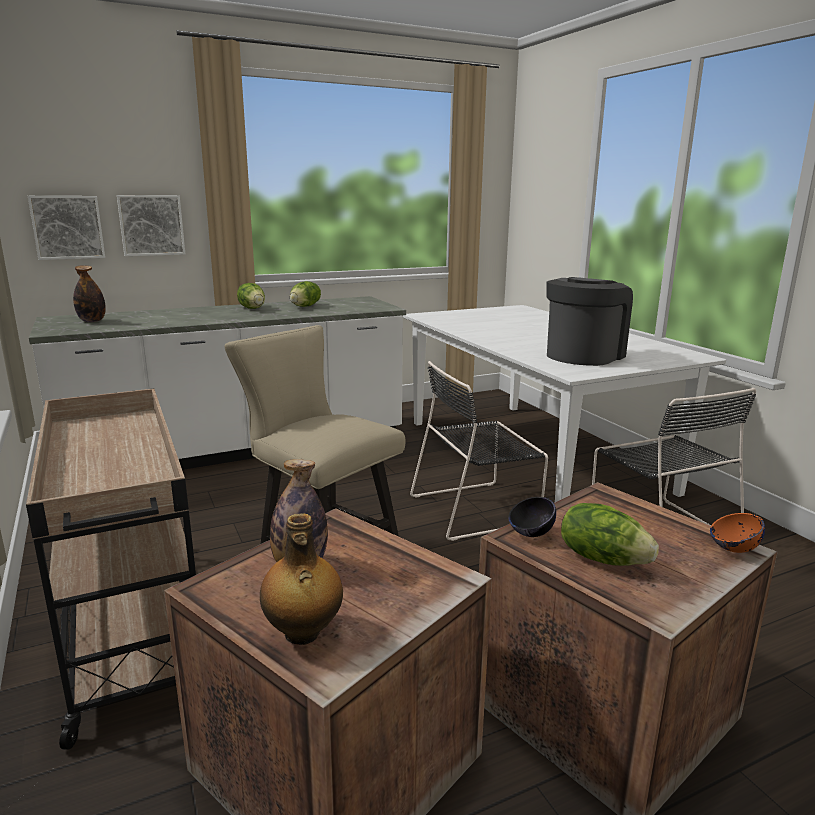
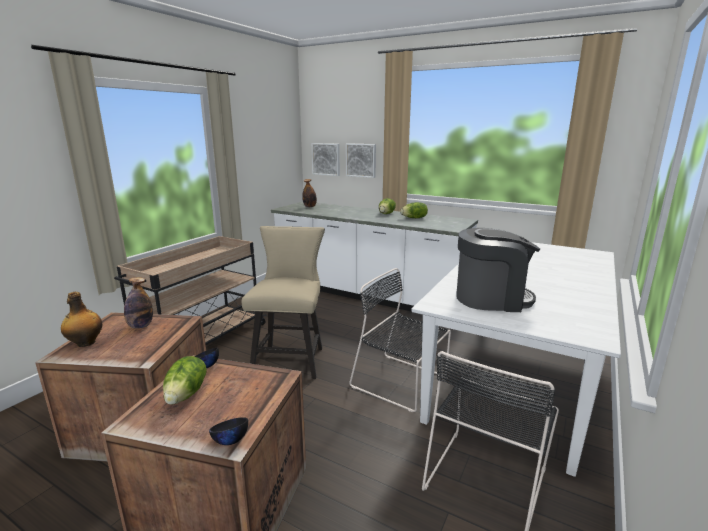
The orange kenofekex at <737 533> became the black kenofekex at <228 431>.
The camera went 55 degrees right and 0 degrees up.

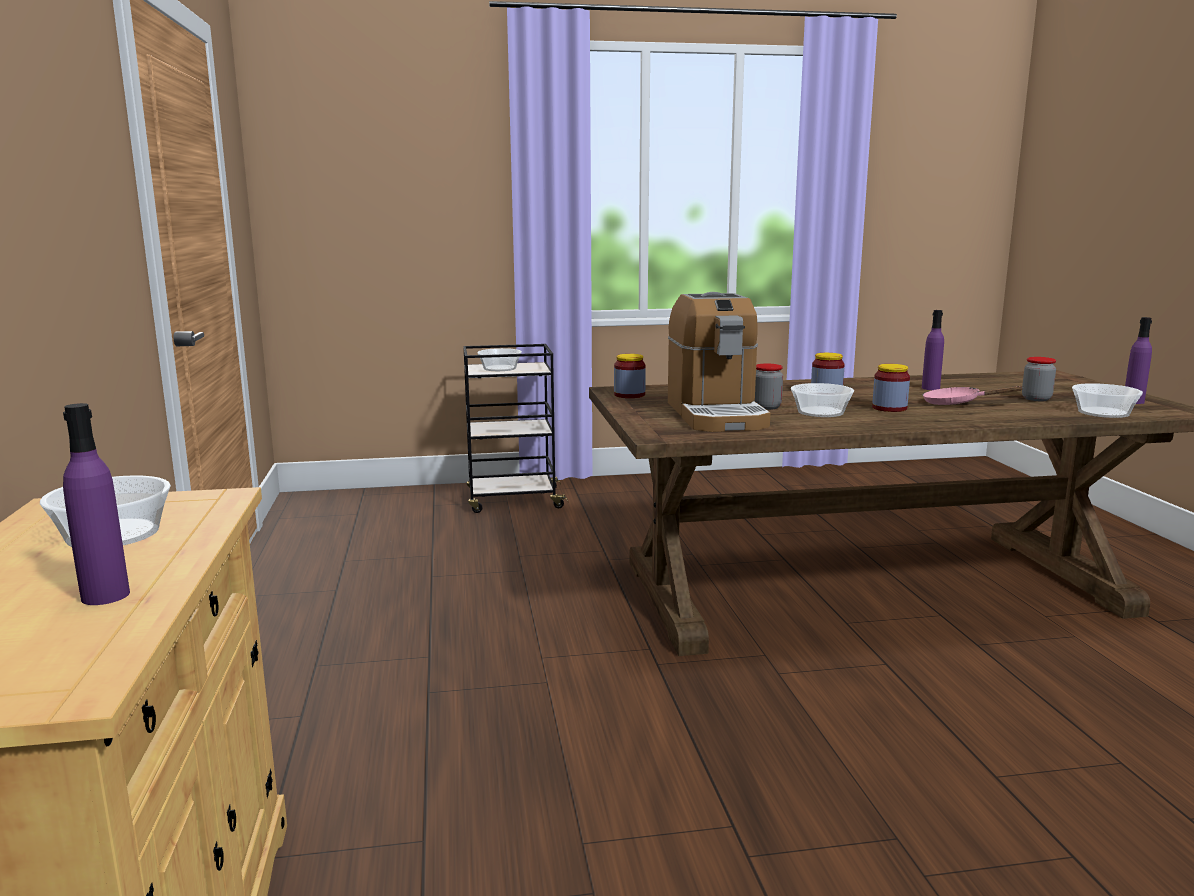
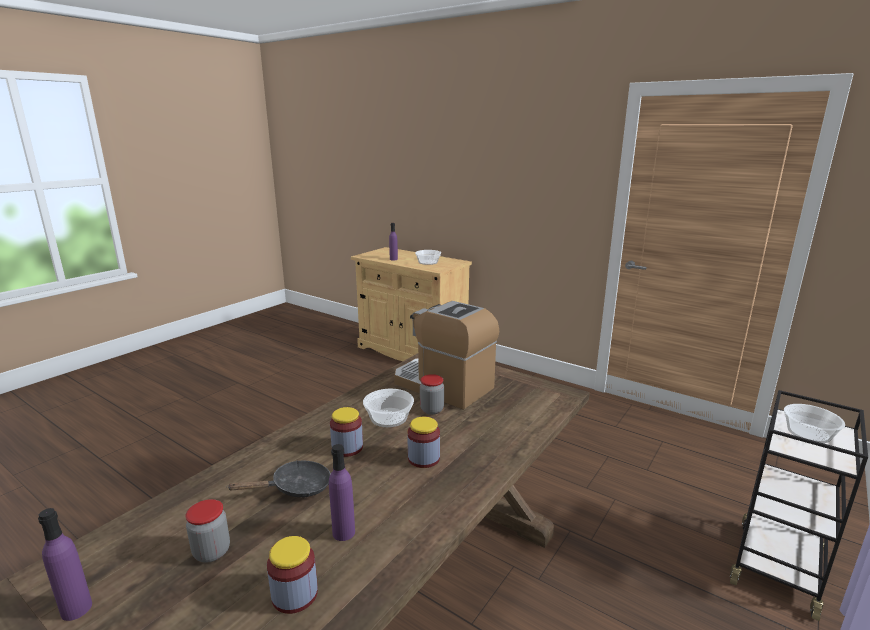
The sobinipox moved from <630 376> to <292 575>.
The kenofekex at <1107 400> disappeared.
The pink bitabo at <973 395> became the black bitabo at <279 478>.
The camera went 135 degrees right and 5 degrees up.

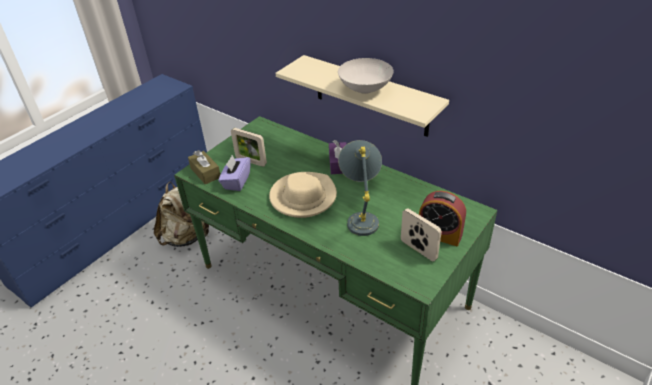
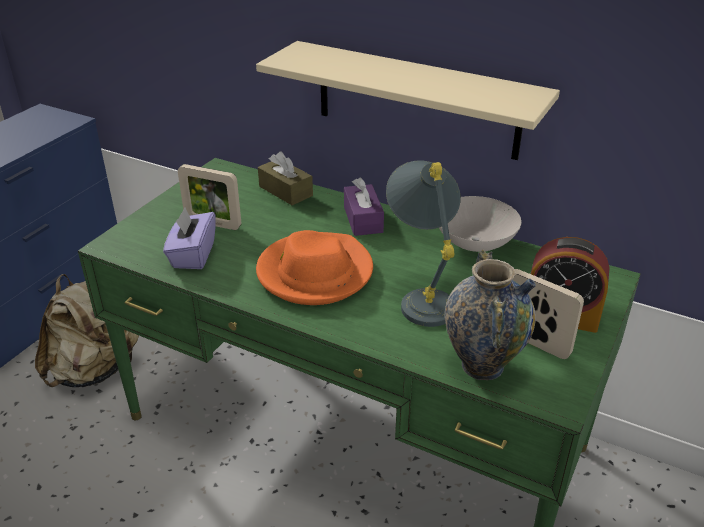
The white kenofekex moved from <366 76> to <480 224>.
The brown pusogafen moved from <204 167> to <285 178>.
The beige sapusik at <303 195> became the orange sapusik at <314 267>.
The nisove at <490 314> appeared.
The camera went 10 degrees left and 5 degrees down.

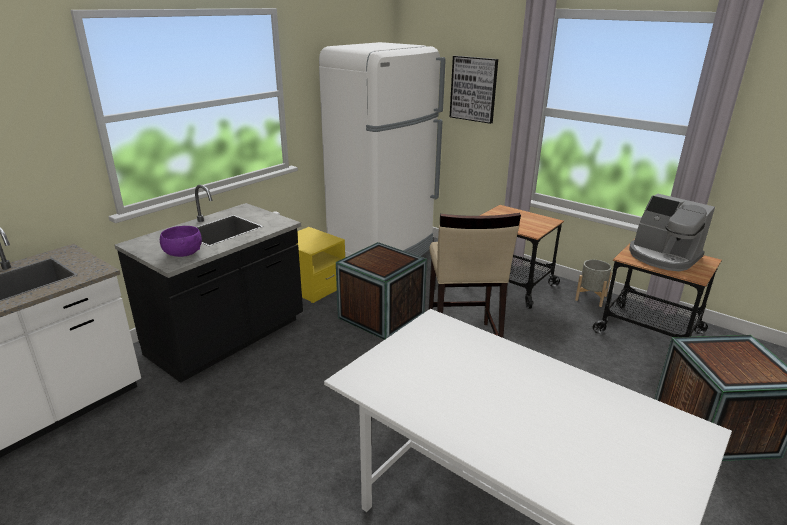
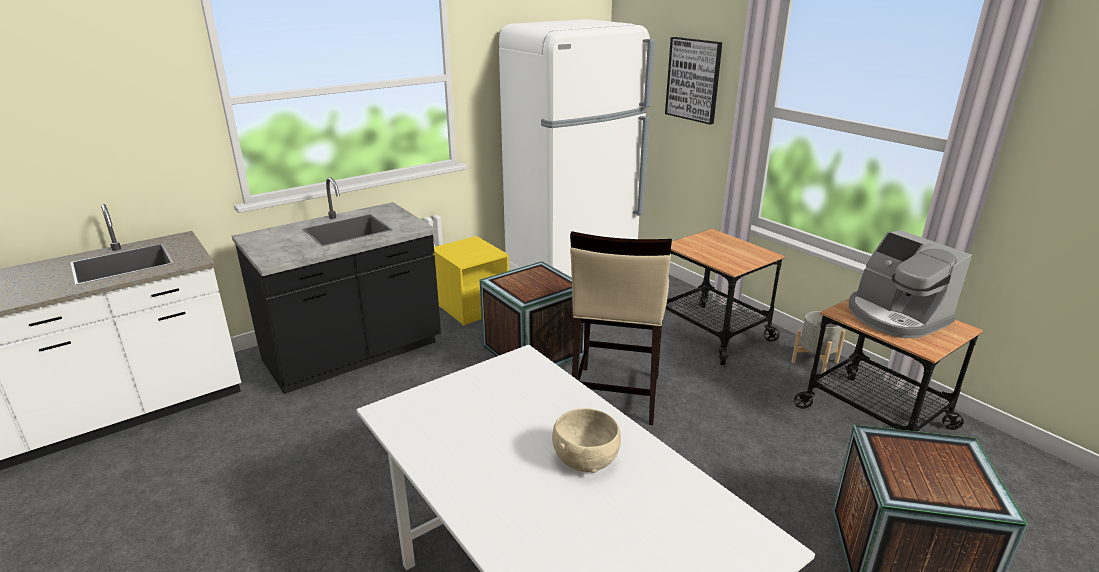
The purple kenofekex at <181 241> disappeared.
The beige kenofekex at <586 440> appeared.
The camera went 15 degrees right and 0 degrees up.

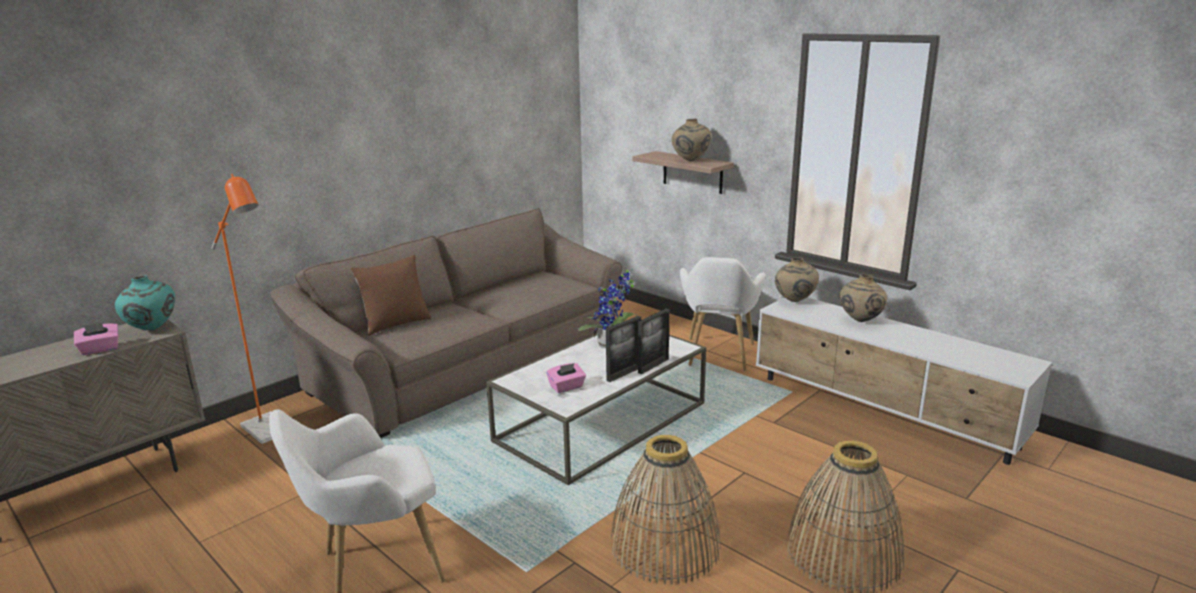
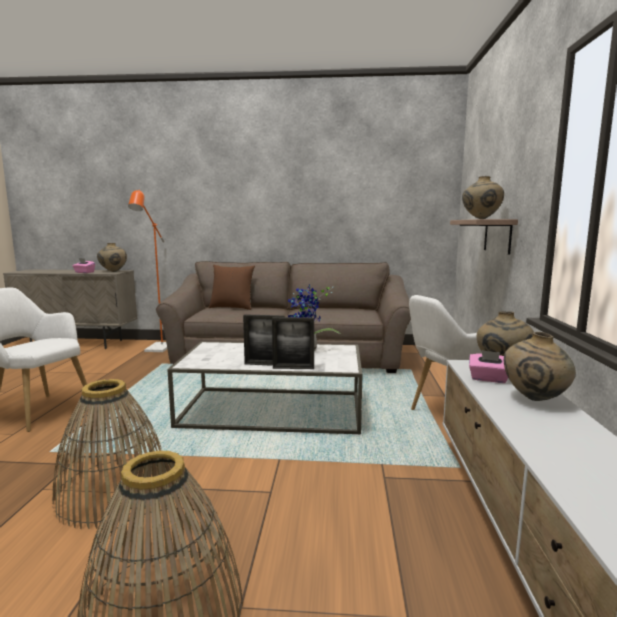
The turquoise nisove at <145 302> became the beige nisove at <112 257>.
The pink pusogafen moved from <566 378> to <488 366>.
The camera went 50 degrees right and 10 degrees down.

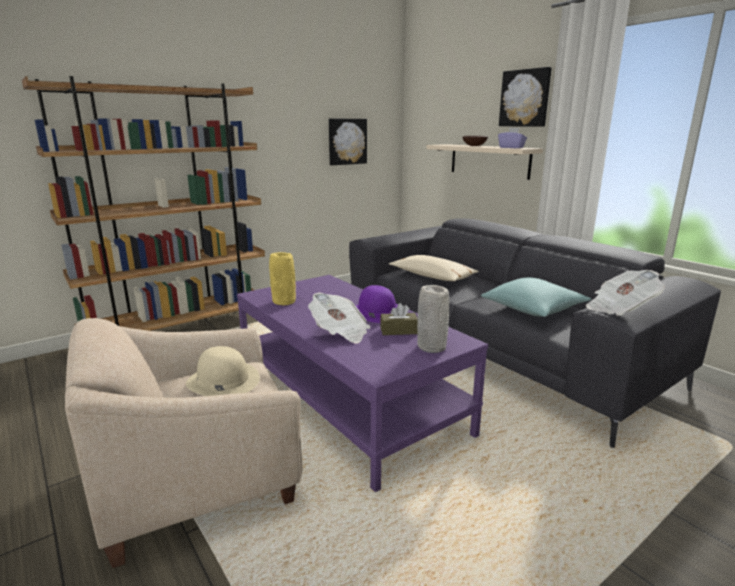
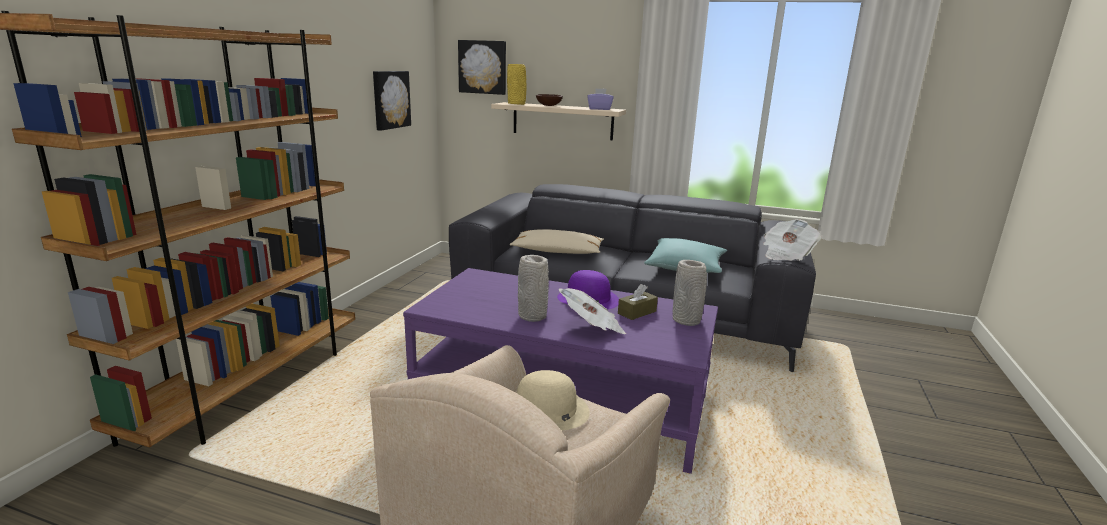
The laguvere moved from <525 97> to <482 67>.
The yellow nisove moved from <282 278> to <517 84>.
The grey nisove at <533 288> appeared.
The camera went 35 degrees left and 0 degrees up.

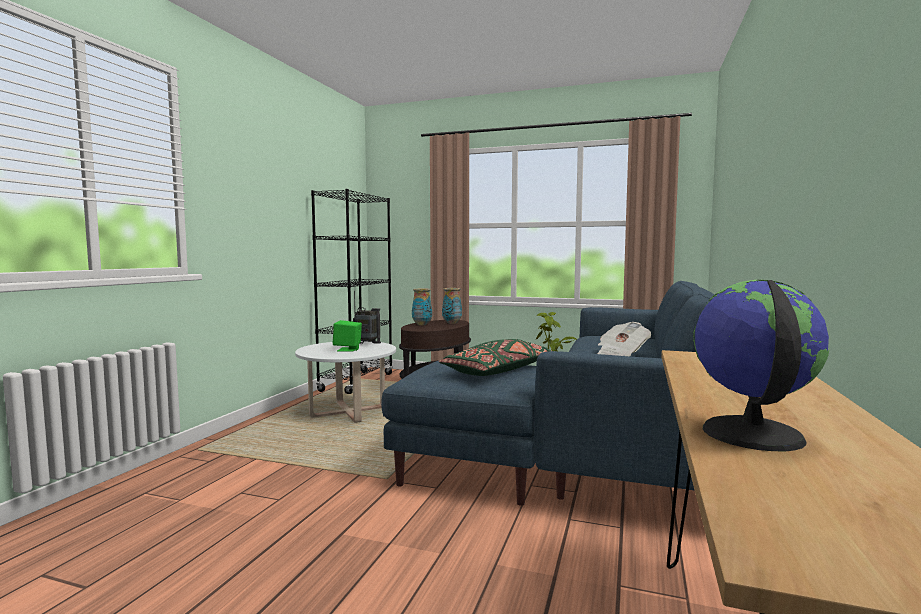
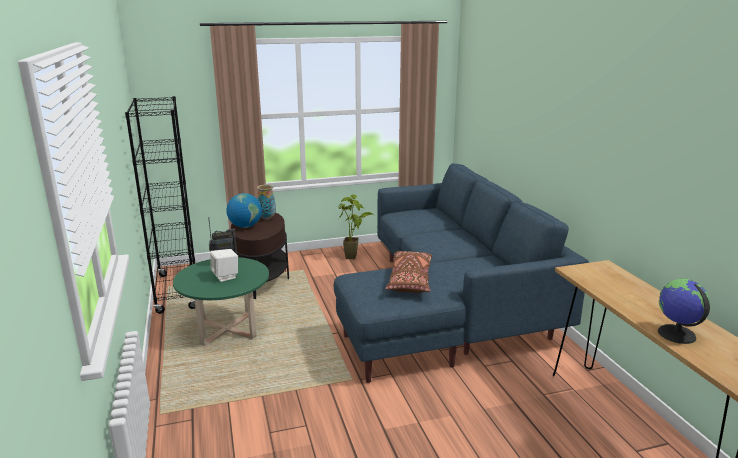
The nisove at <422 307> was replaced by the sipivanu at <244 210>.
The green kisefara at <347 336> became the white kisefara at <224 265>.
The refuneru at <624 339> disappeared.
The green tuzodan at <495 357> became the brown tuzodan at <408 272>.
The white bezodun at <345 382> became the green bezodun at <221 301>.
The camera went 35 degrees left and 15 degrees up.

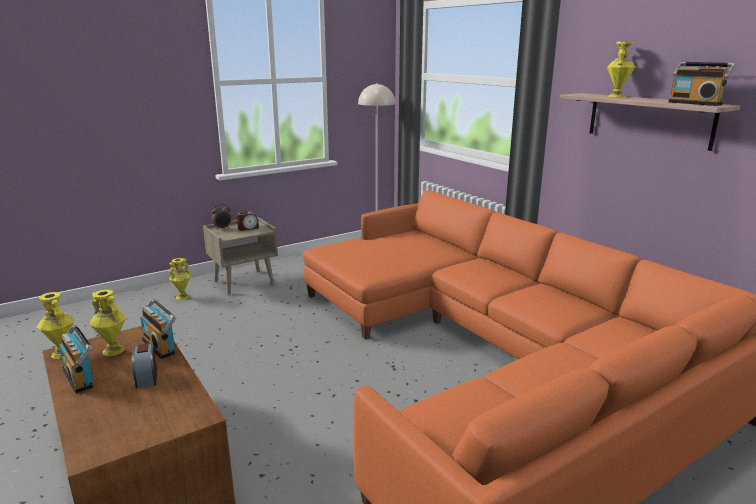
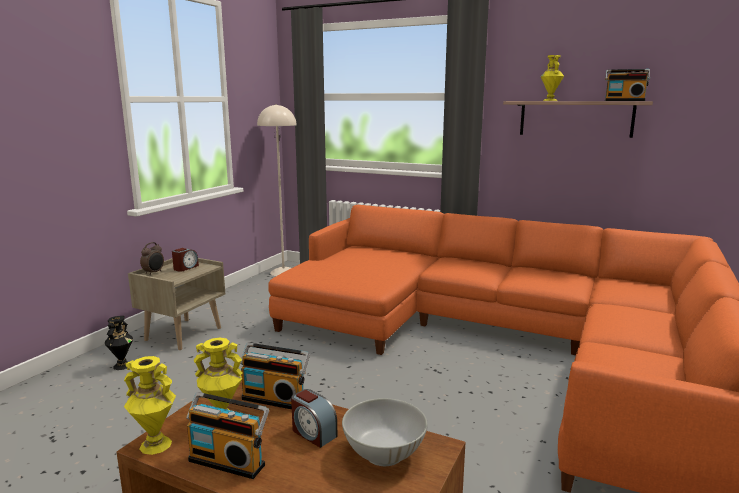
The yellow nisove at <179 279> became the black nisove at <119 343>.
The white kenofekex at <385 432> appeared.
The camera went 30 degrees left and 5 degrees down.

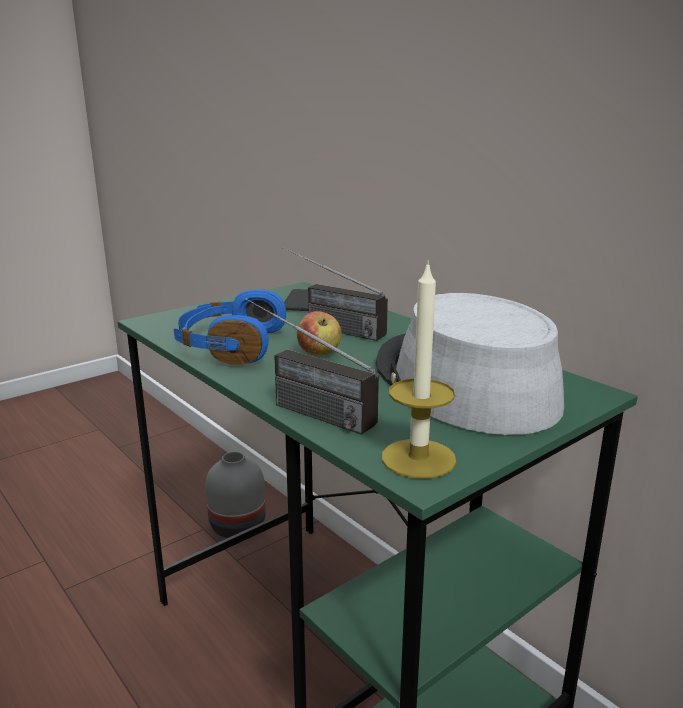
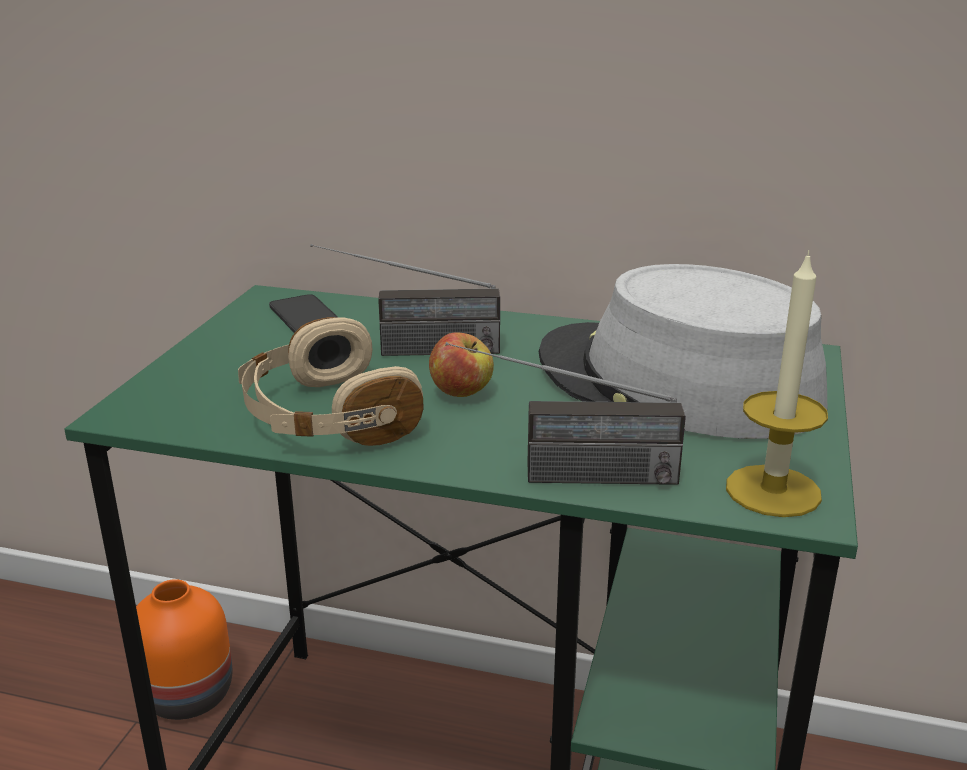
The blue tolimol at <230 327> became the beige tolimol at <331 381>.
The grey nisove at <235 495> became the orange nisove at <184 649>.
The camera went 35 degrees left and 5 degrees up.

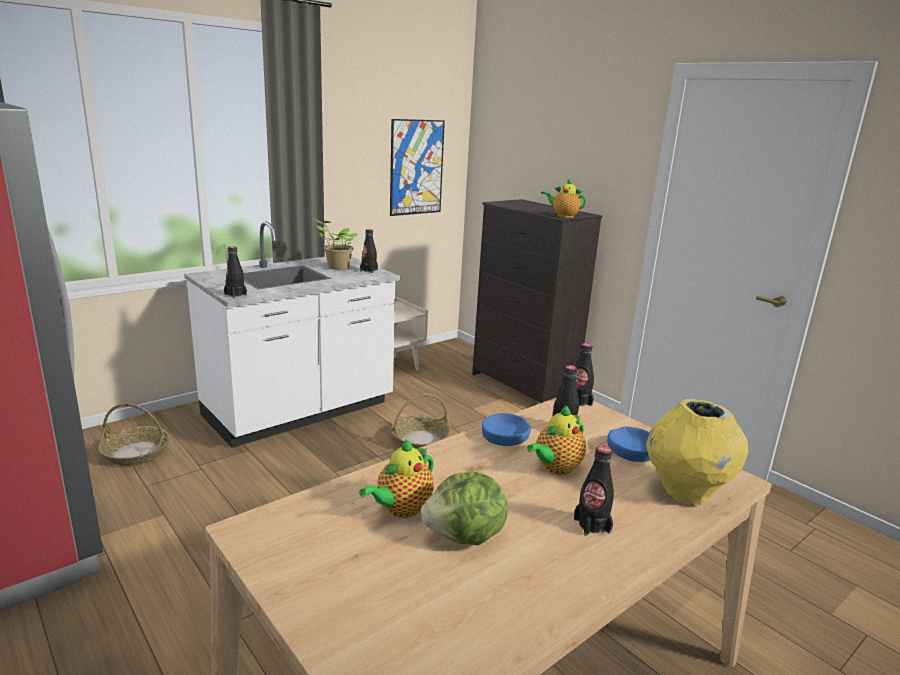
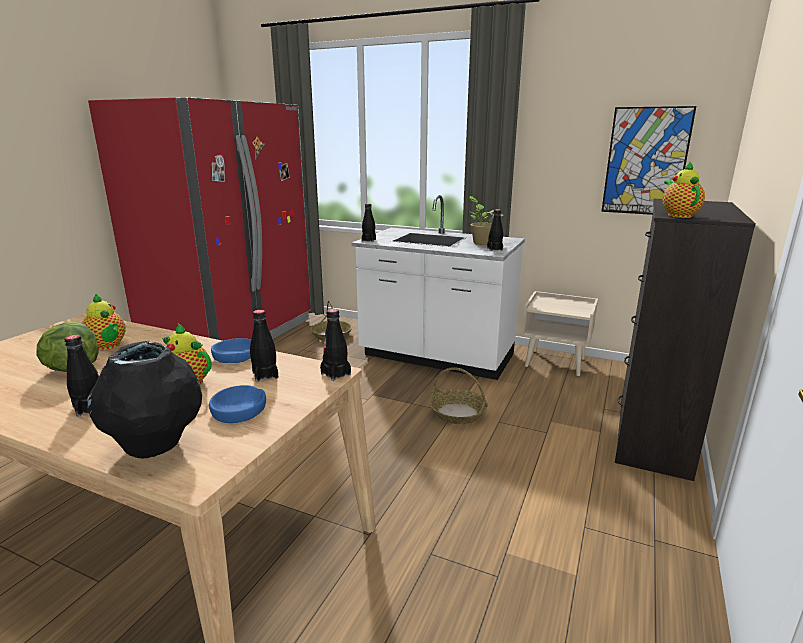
The yellow nisove at <697 452> became the black nisove at <145 399>.
The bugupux at <396 478> turned 150 degrees counterclockwise.
The camera went 65 degrees right and 0 degrees up.

